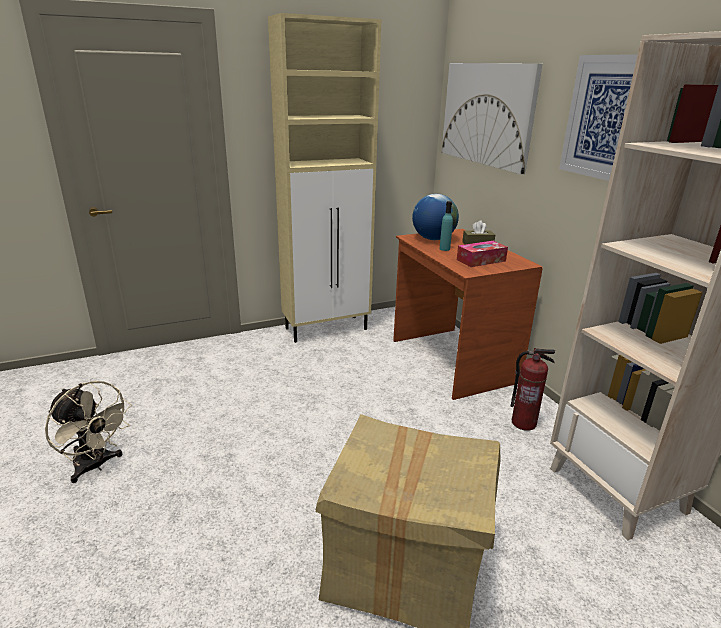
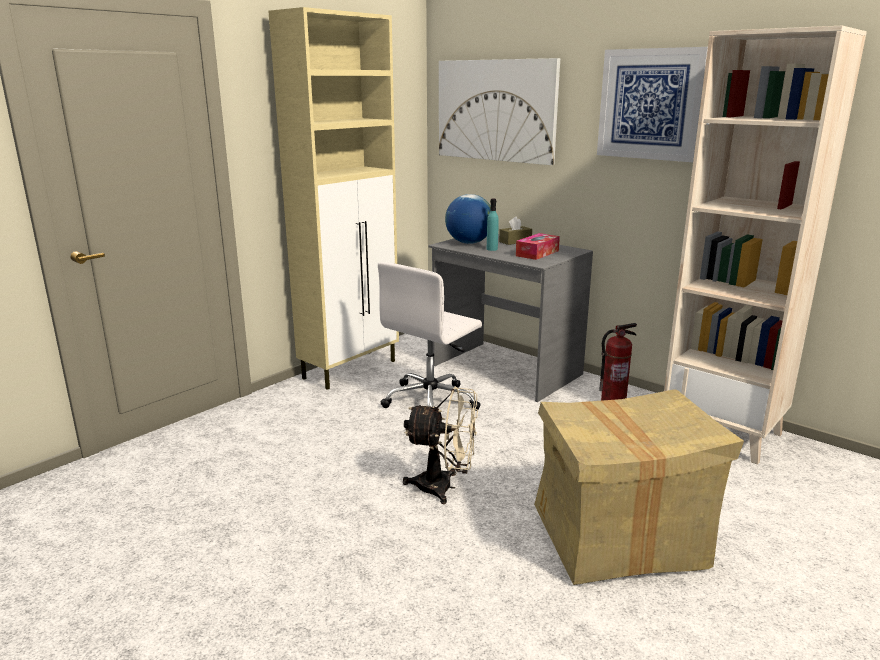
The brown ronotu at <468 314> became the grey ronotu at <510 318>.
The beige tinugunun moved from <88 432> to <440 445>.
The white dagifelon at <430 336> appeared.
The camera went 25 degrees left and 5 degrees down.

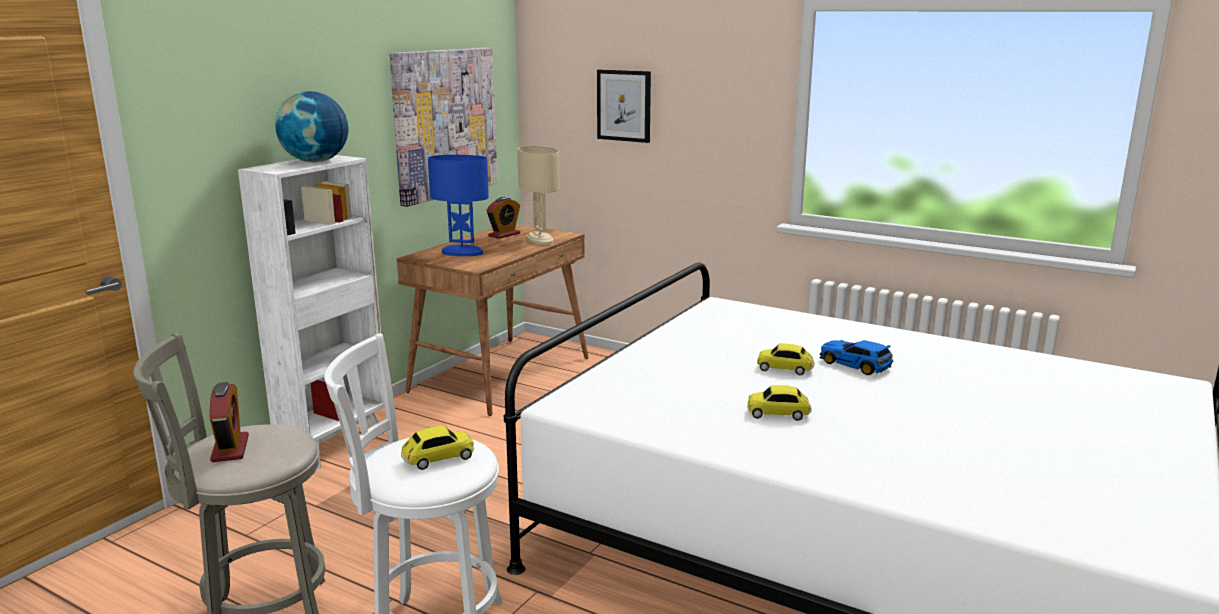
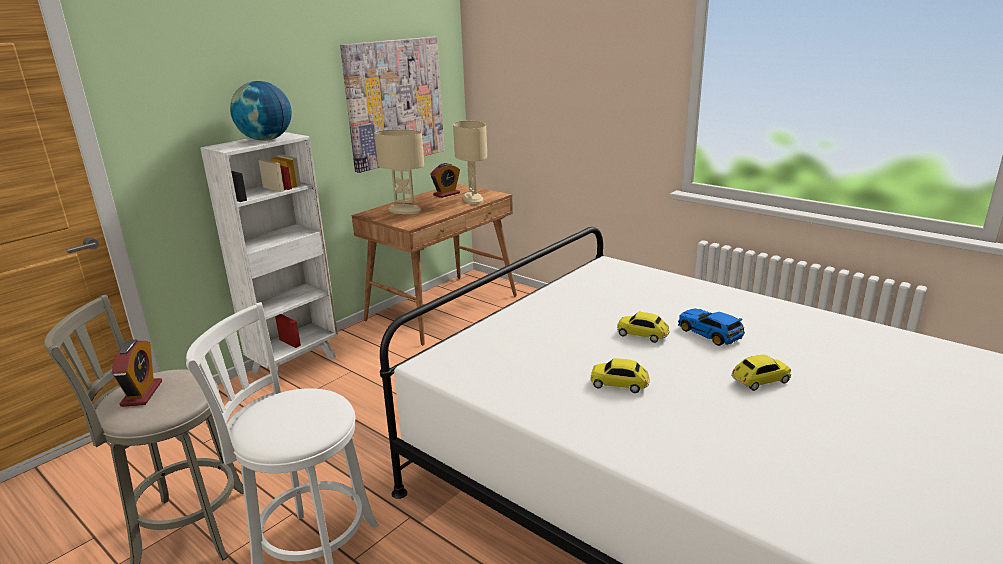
The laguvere at <624 106> disappeared.
The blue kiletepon at <458 205> became the beige kiletepon at <399 171>.
The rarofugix moved from <437 448> to <761 372>.
The camera went 10 degrees right and 5 degrees up.

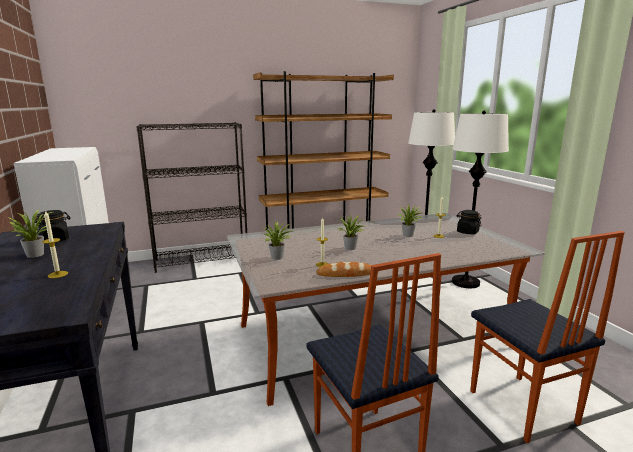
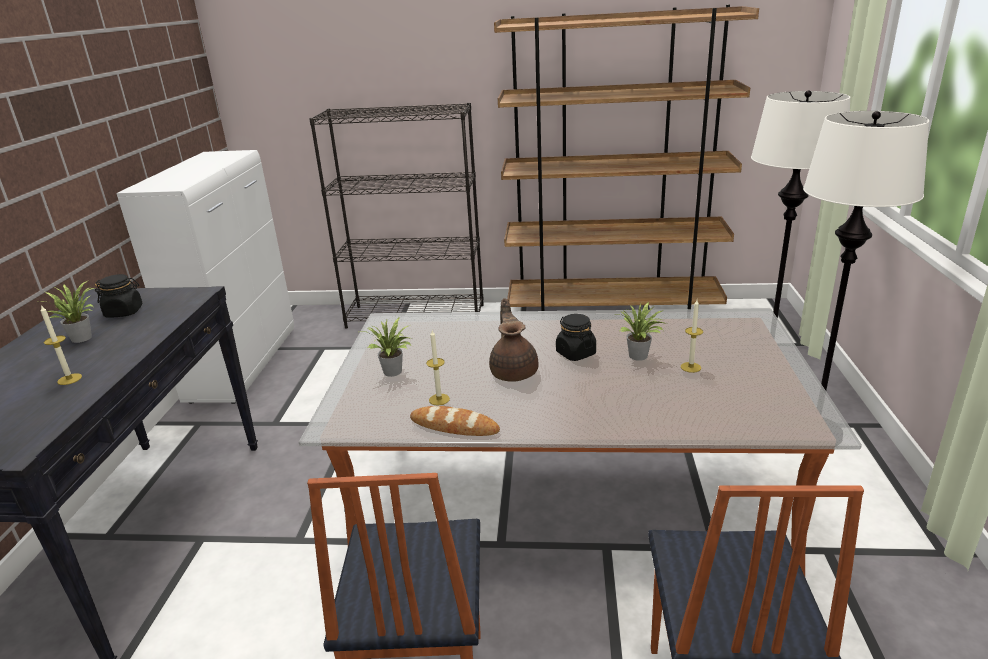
The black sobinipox moved from <469 222> to <576 337>.
The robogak at <351 232> was replaced by the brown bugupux at <514 340>.
The camera went 25 degrees right and 10 degrees up.

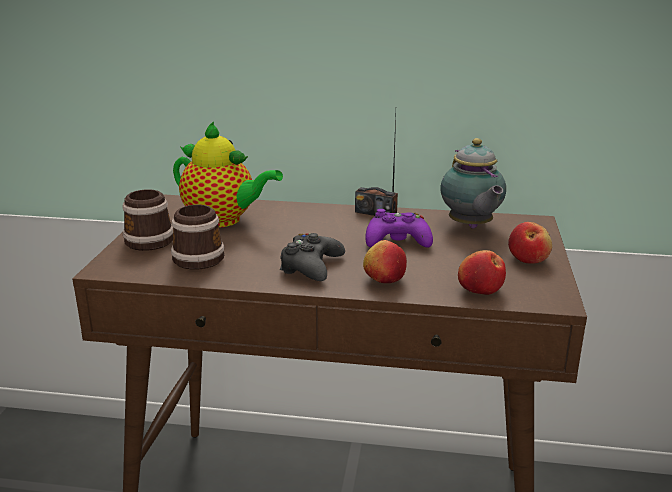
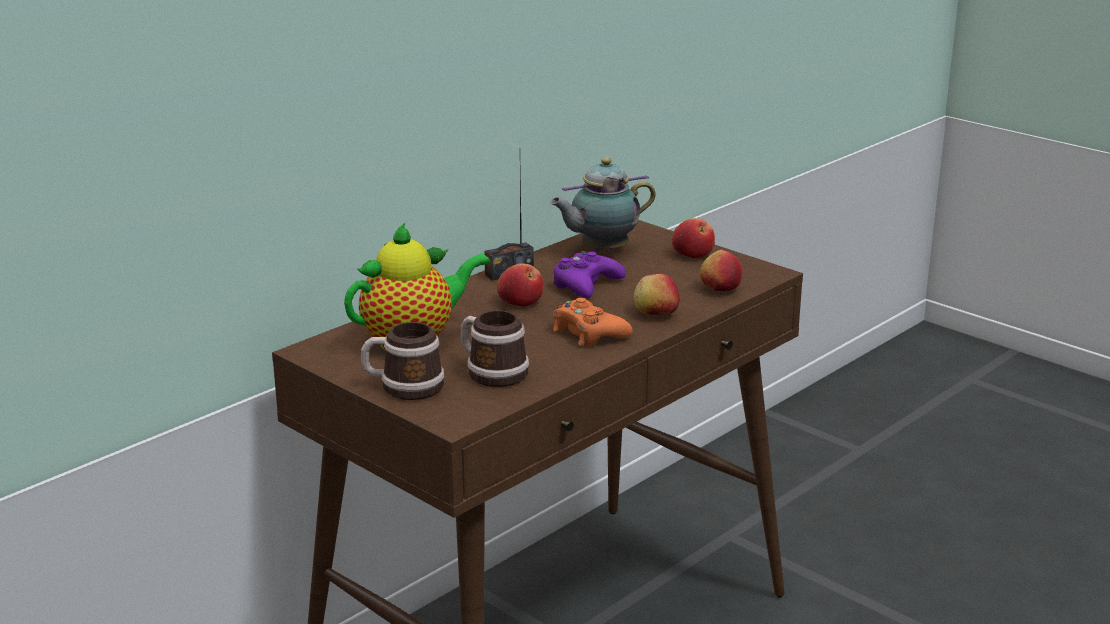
The bugupux at <473 183> turned 135 degrees clockwise.
The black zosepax at <312 257> became the orange zosepax at <593 322>.
The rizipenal at <520 285> appeared.
The camera went 55 degrees left and 0 degrees up.

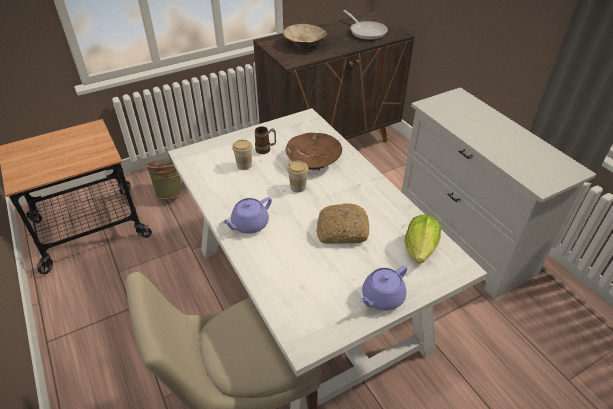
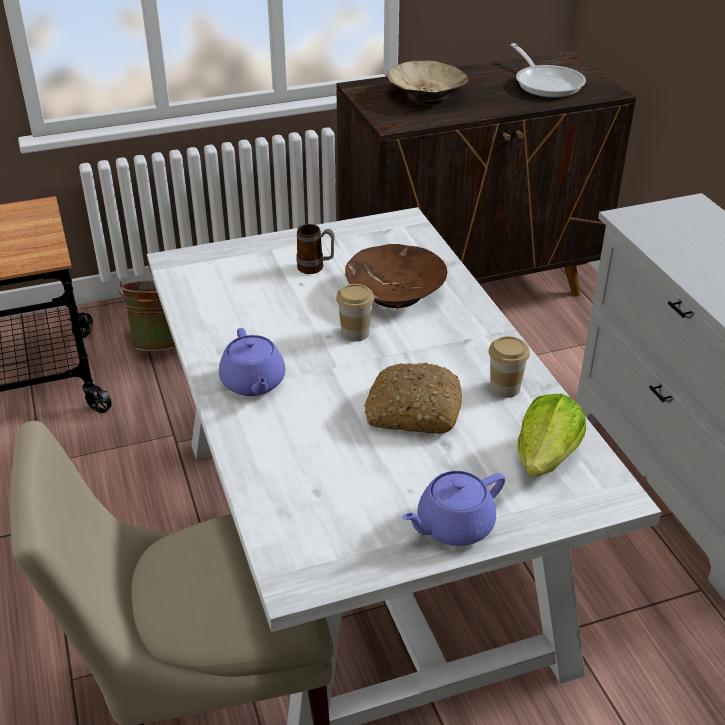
The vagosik moved from <242 154> to <509 367>.
The purple bugupux at <247 215> turned 75 degrees counterclockwise.
The camera went 10 degrees right and 5 degrees down.

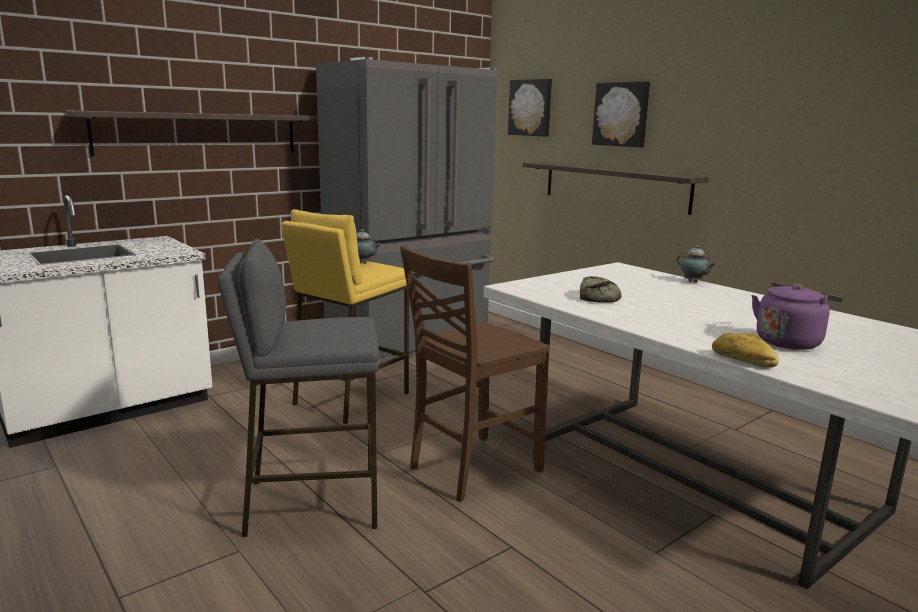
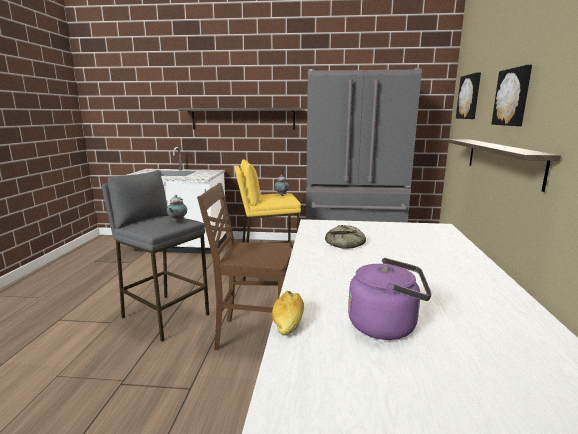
The bugupux moved from <696 264> to <177 208>.
The camera went 45 degrees right and 0 degrees up.

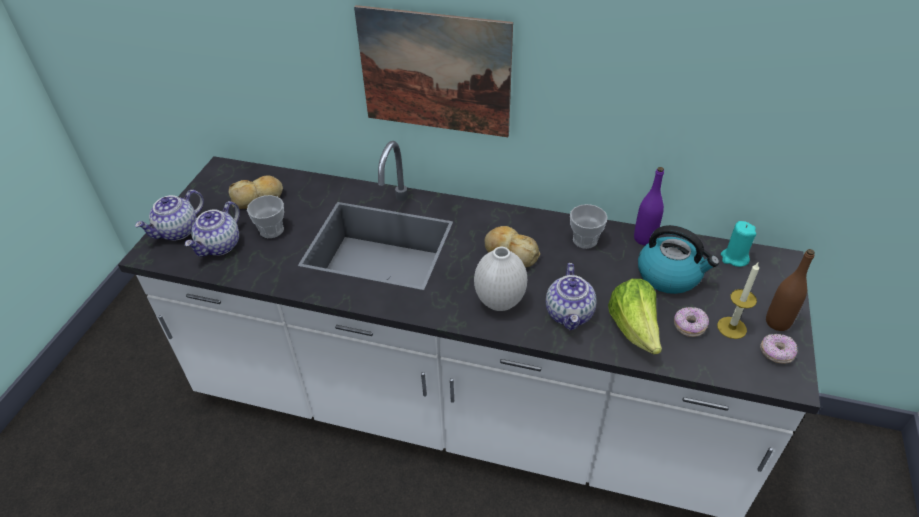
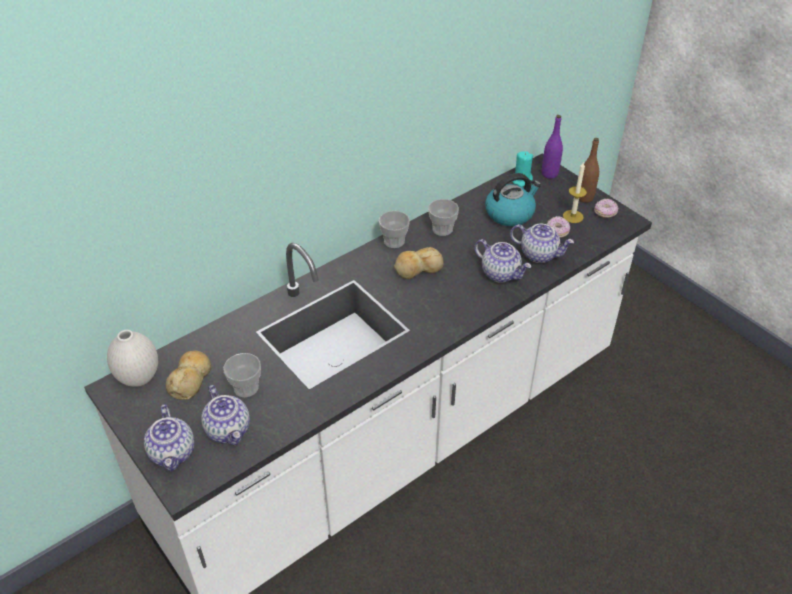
The laguvere at <433 71> disappeared.
The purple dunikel moved from <649 206> to <552 147>.
The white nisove moved from <500 279> to <132 358>.
The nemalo at <635 317> was replaced by the bugupux at <542 243>.
The vagosik at <394 229> appeared.
The camera went 55 degrees left and 0 degrees up.

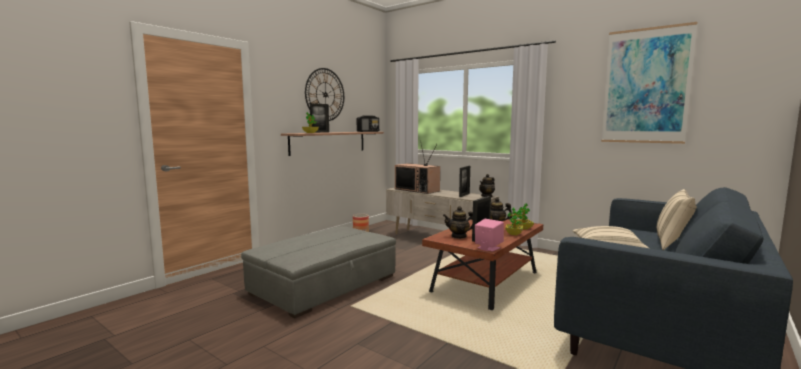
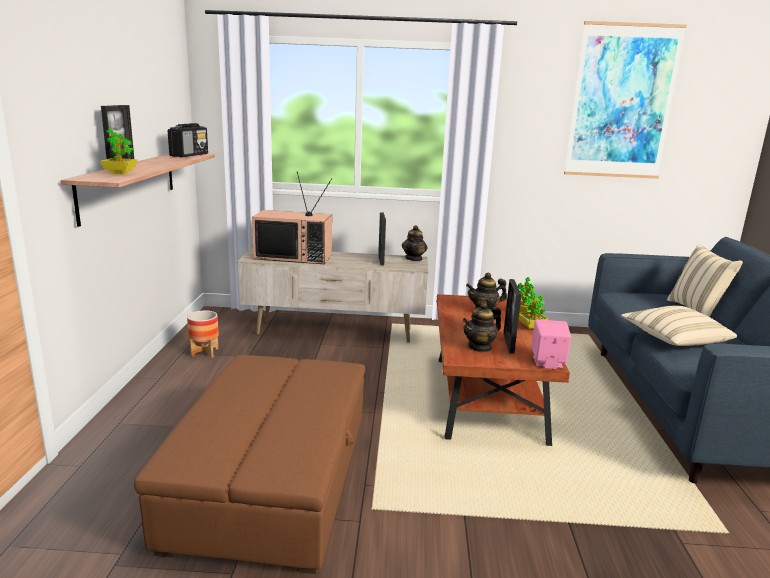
The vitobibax at <324 94> disappeared.
The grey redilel at <318 272> became the brown redilel at <249 464>.
The camera went 35 degrees left and 10 degrees up.

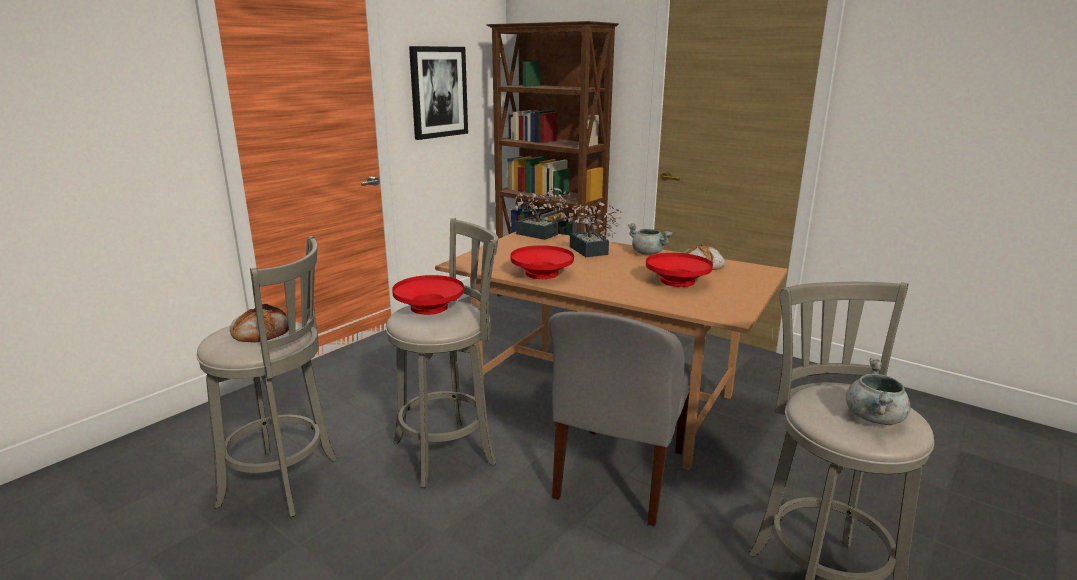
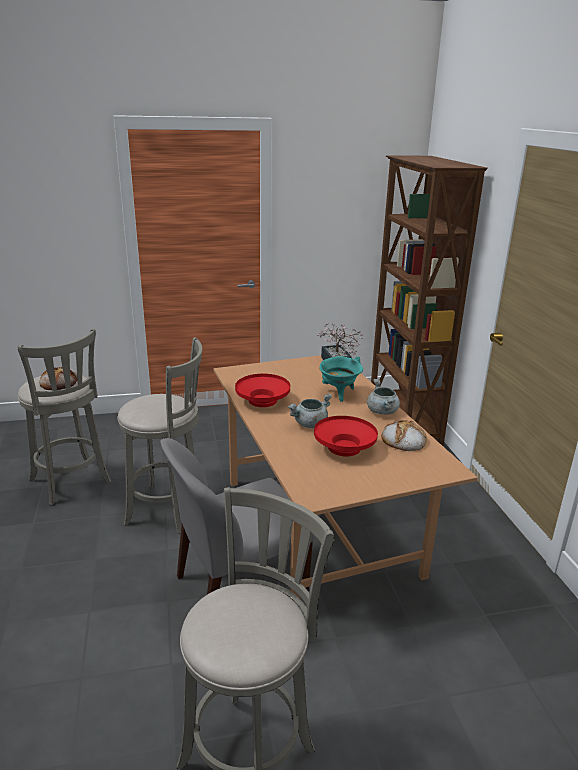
The laguvere at <438 93> disappeared.
The robogak at <593 229> was replaced by the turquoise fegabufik at <341 379>.
The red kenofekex at <428 295> disappeared.
The grey fegabufik moved from <878 391> to <309 410>.
The camera went 40 degrees right and 5 degrees up.

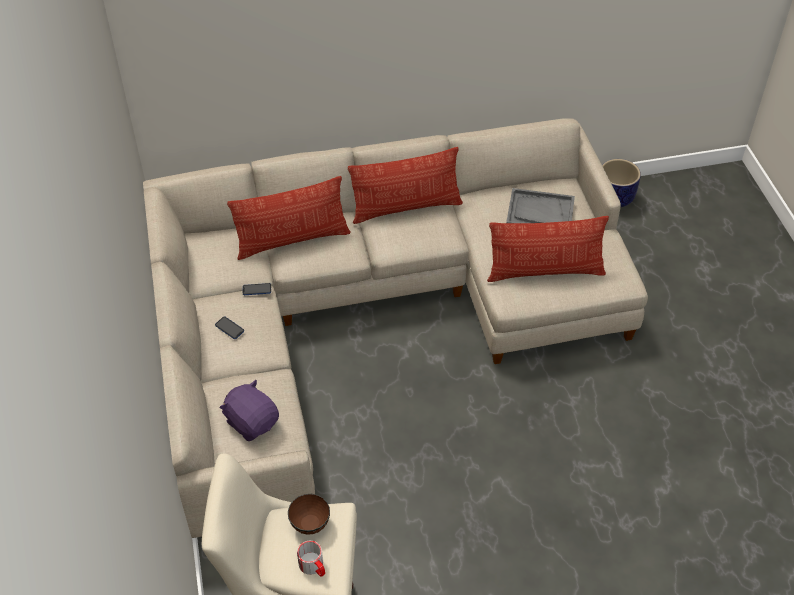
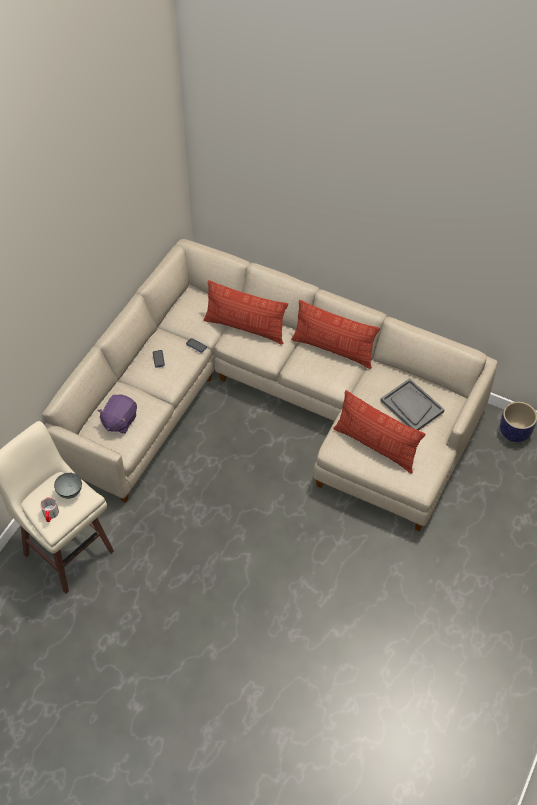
The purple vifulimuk at <249 410> turned 150 degrees counterclockwise.
The brown kenofekex at <309 514> became the grey kenofekex at <68 486>.
The camera went 40 degrees right and 5 degrees up.

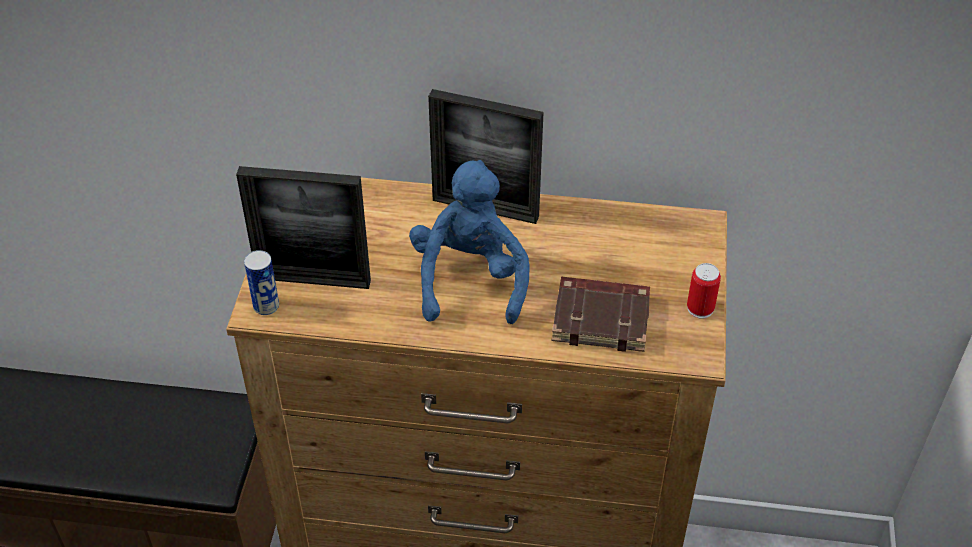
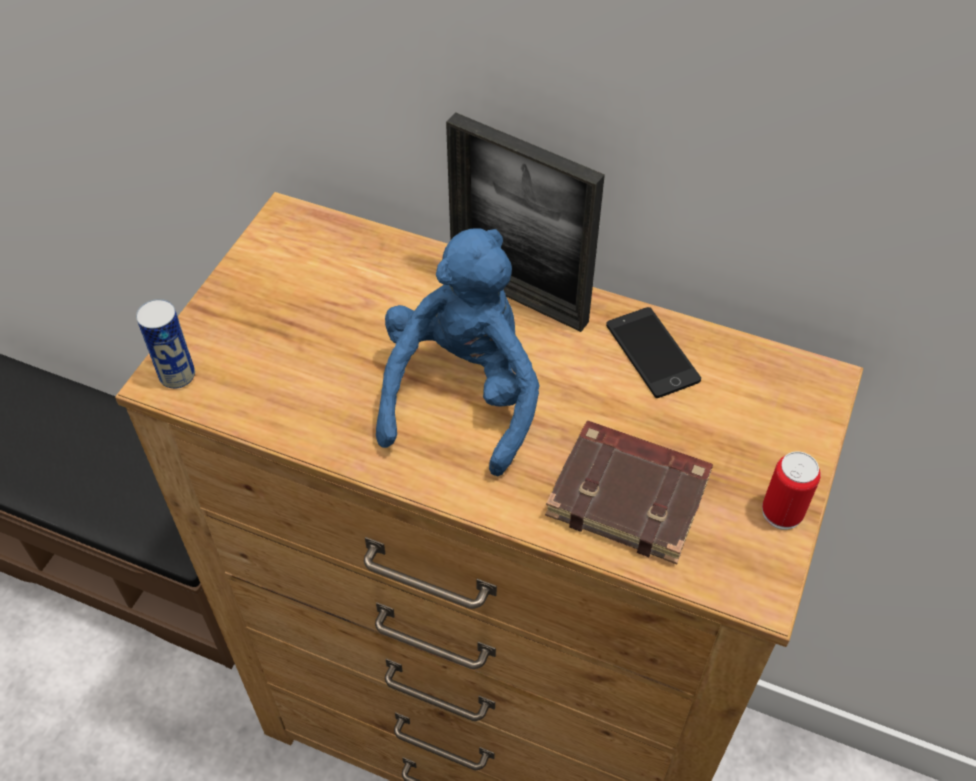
The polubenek at <303 227> disappeared.
The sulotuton at <653 352> appeared.
The camera went 15 degrees right and 5 degrees up.

